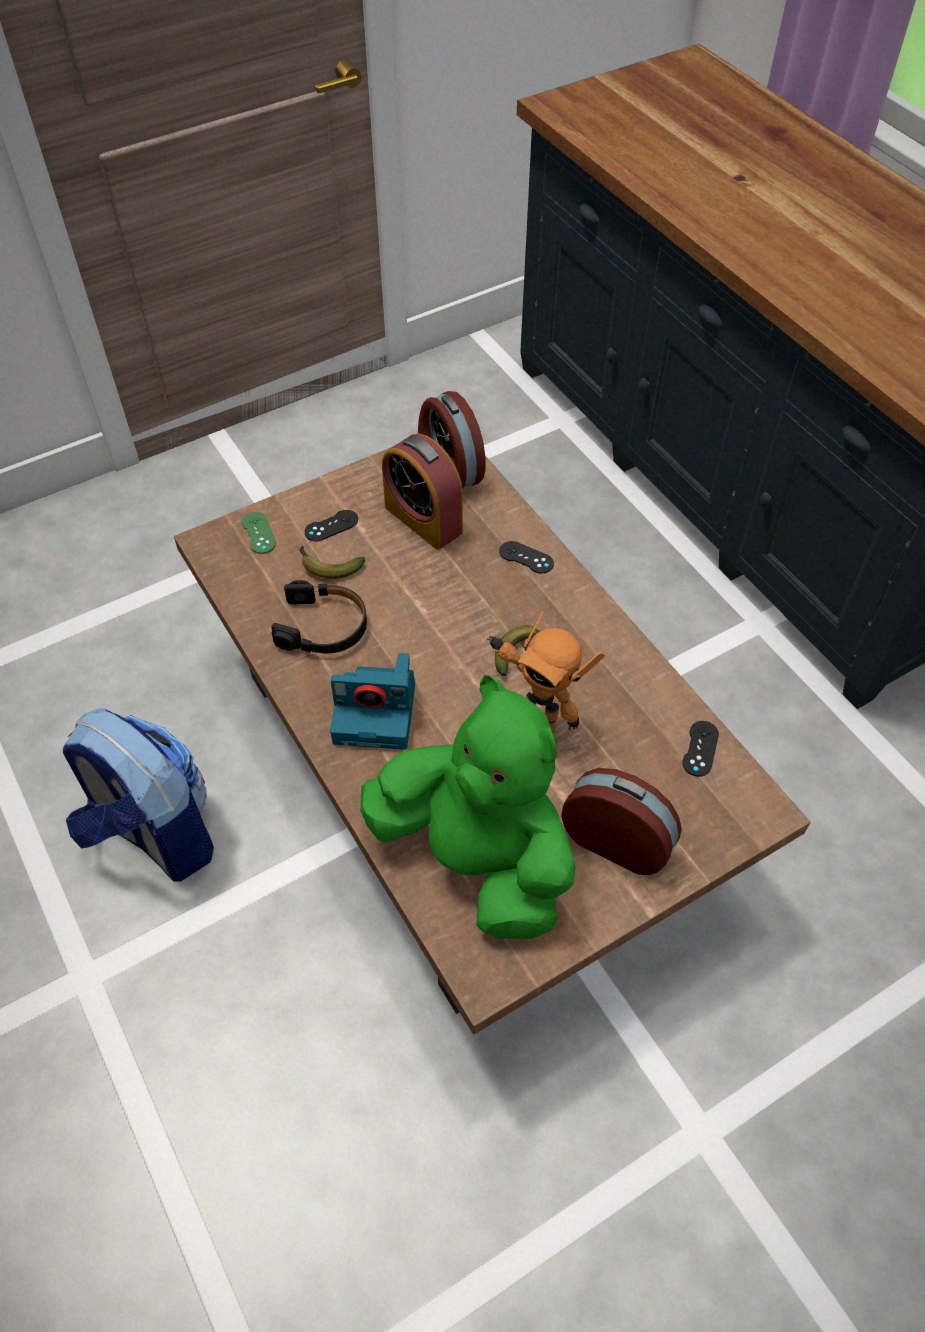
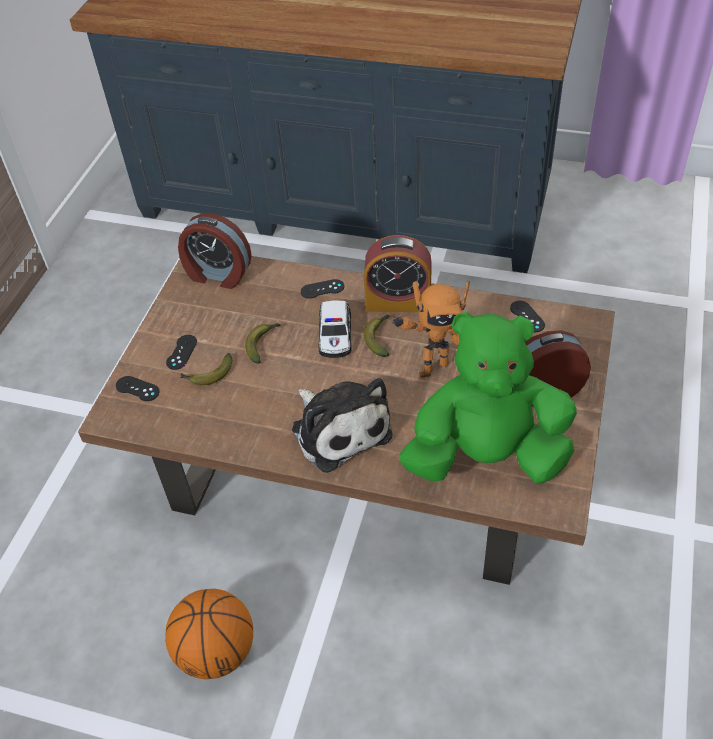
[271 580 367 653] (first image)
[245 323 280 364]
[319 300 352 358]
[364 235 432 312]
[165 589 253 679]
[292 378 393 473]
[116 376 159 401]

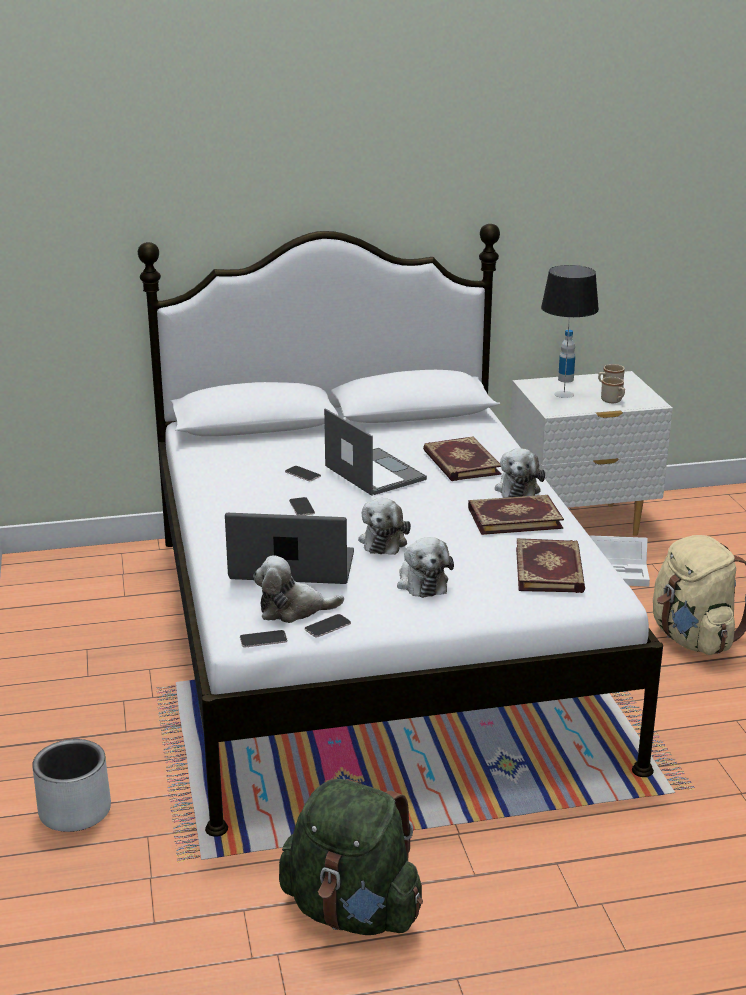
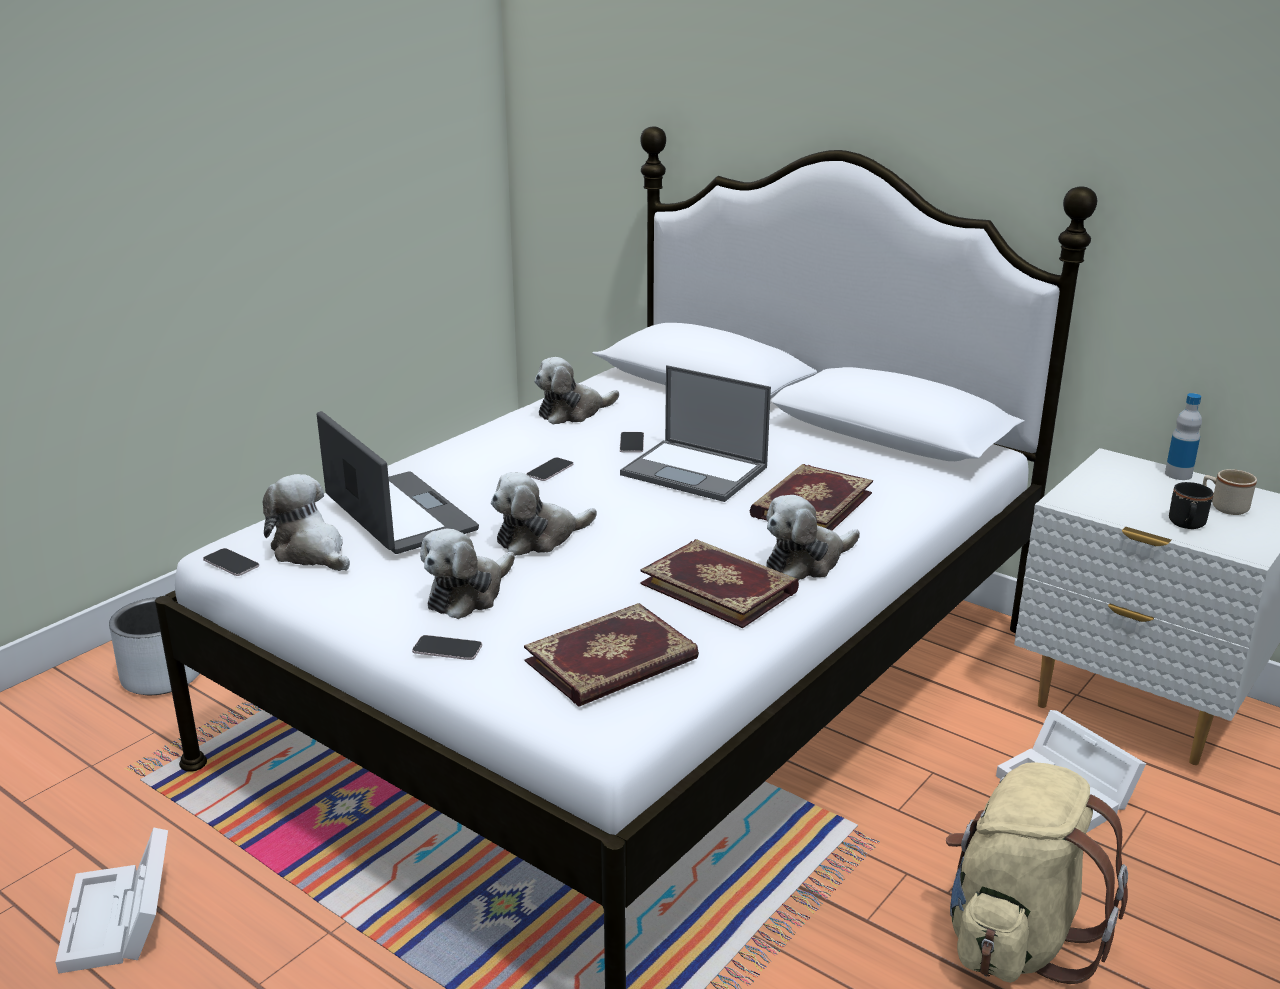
[541 265 599 398] (first image)
[535 357 619 424]
[412 635 482 660]
[55 828 168 974]
[1169 482 1213 529]
[620 365 771 502]

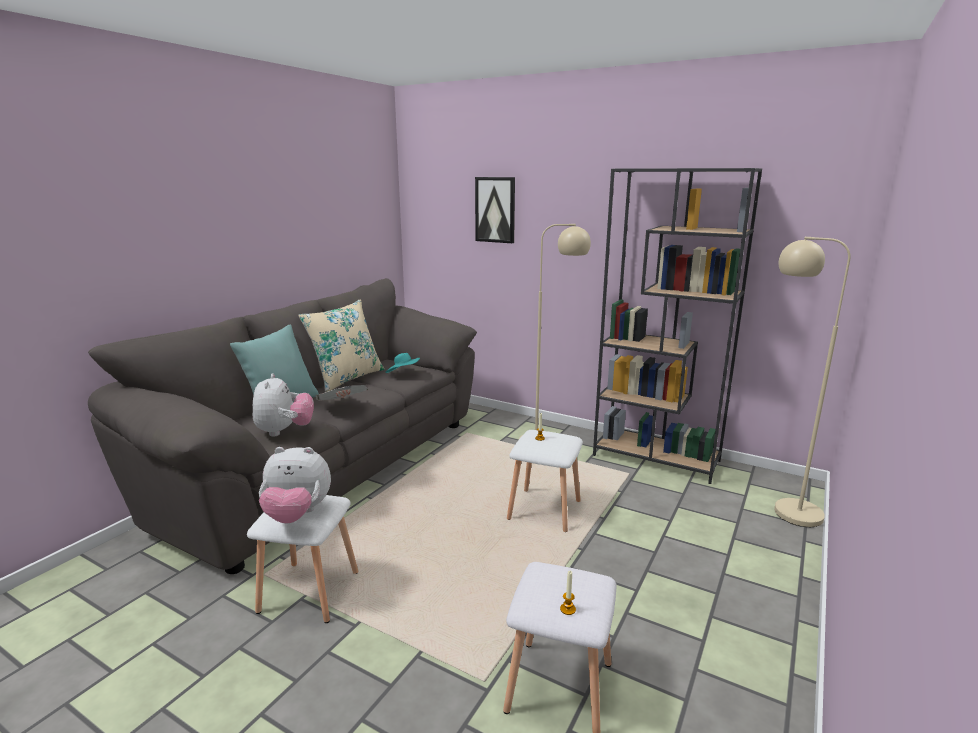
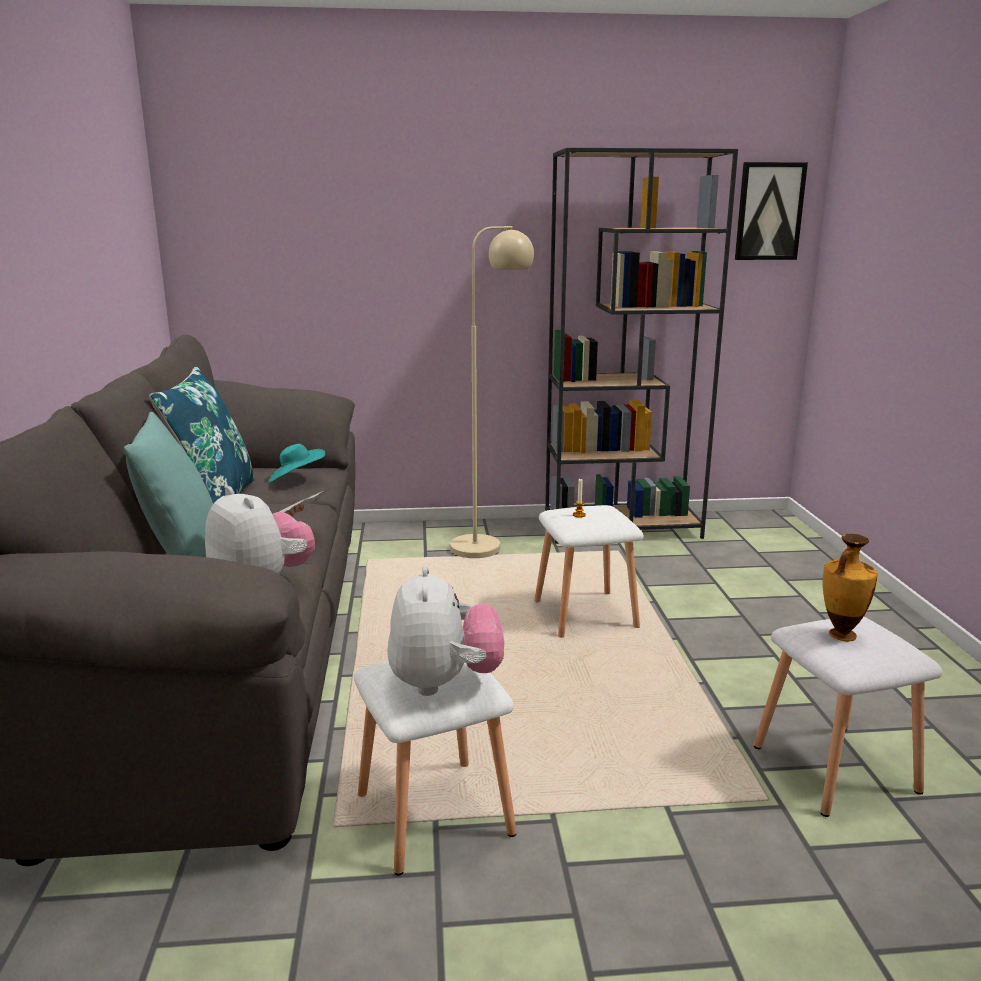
[560 571 576 615] (first image)
[774 237 851 527] (first image)
[823 534 878 641]
[735 162 808 260]
[149 366 255 504]
[387 566 504 696]

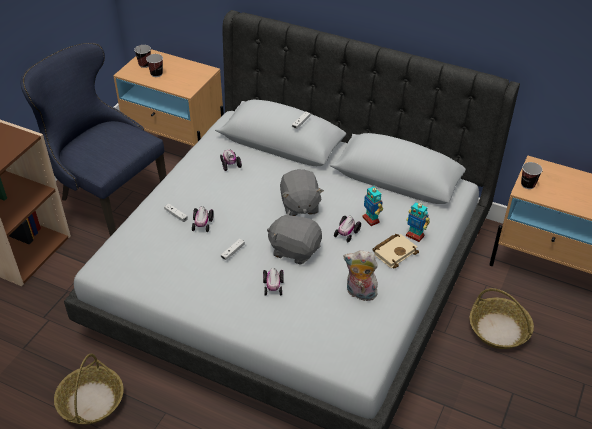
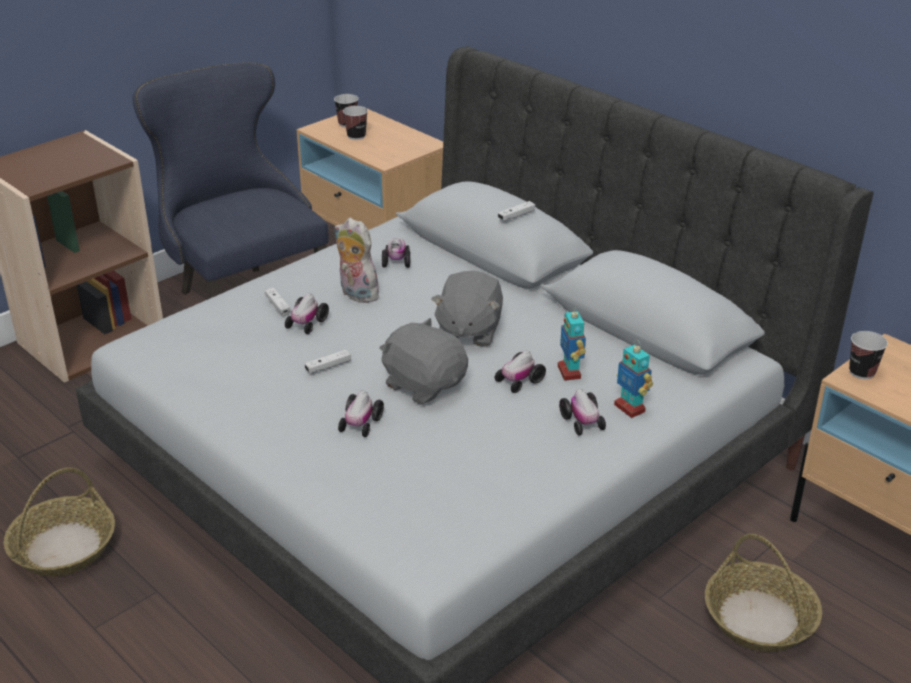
[334 218 384 303]
[559 389 606 436]

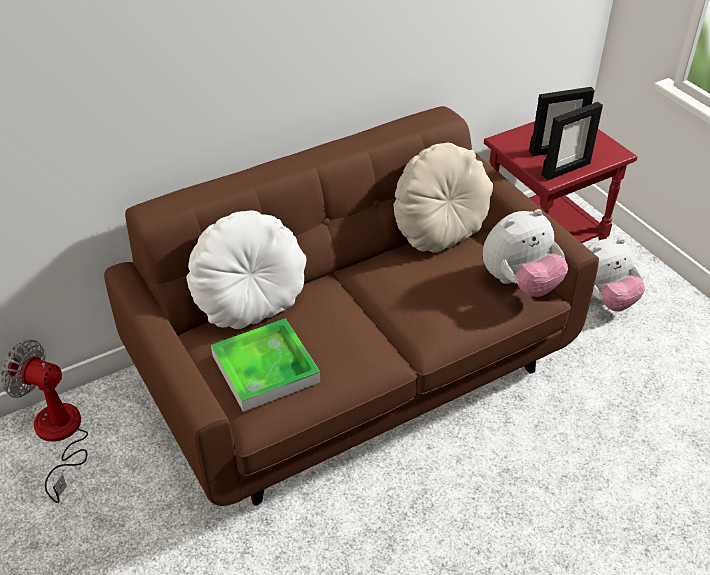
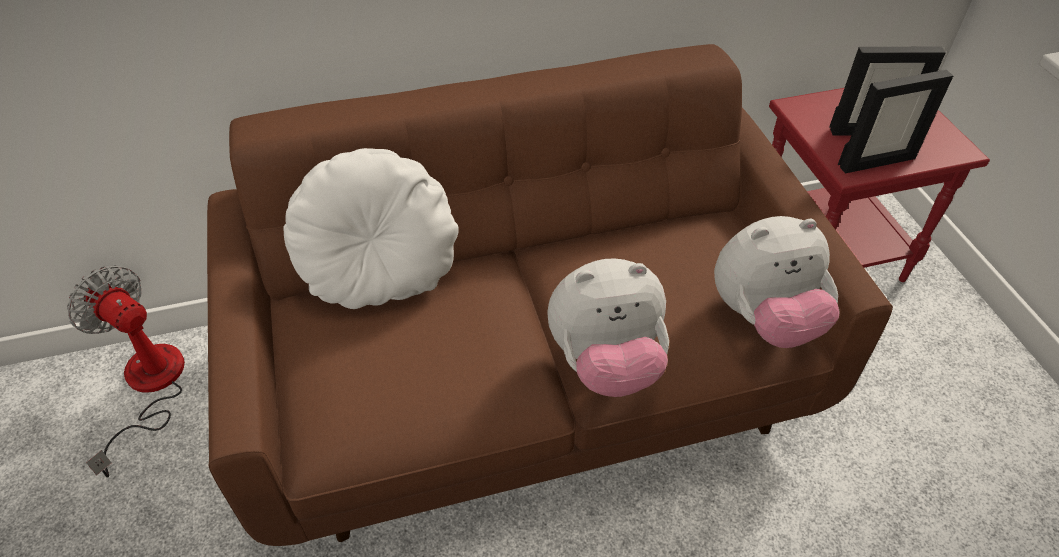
[211 318 320 412] (first image)
[393 143 493 253] (first image)
[547 258 669 397]

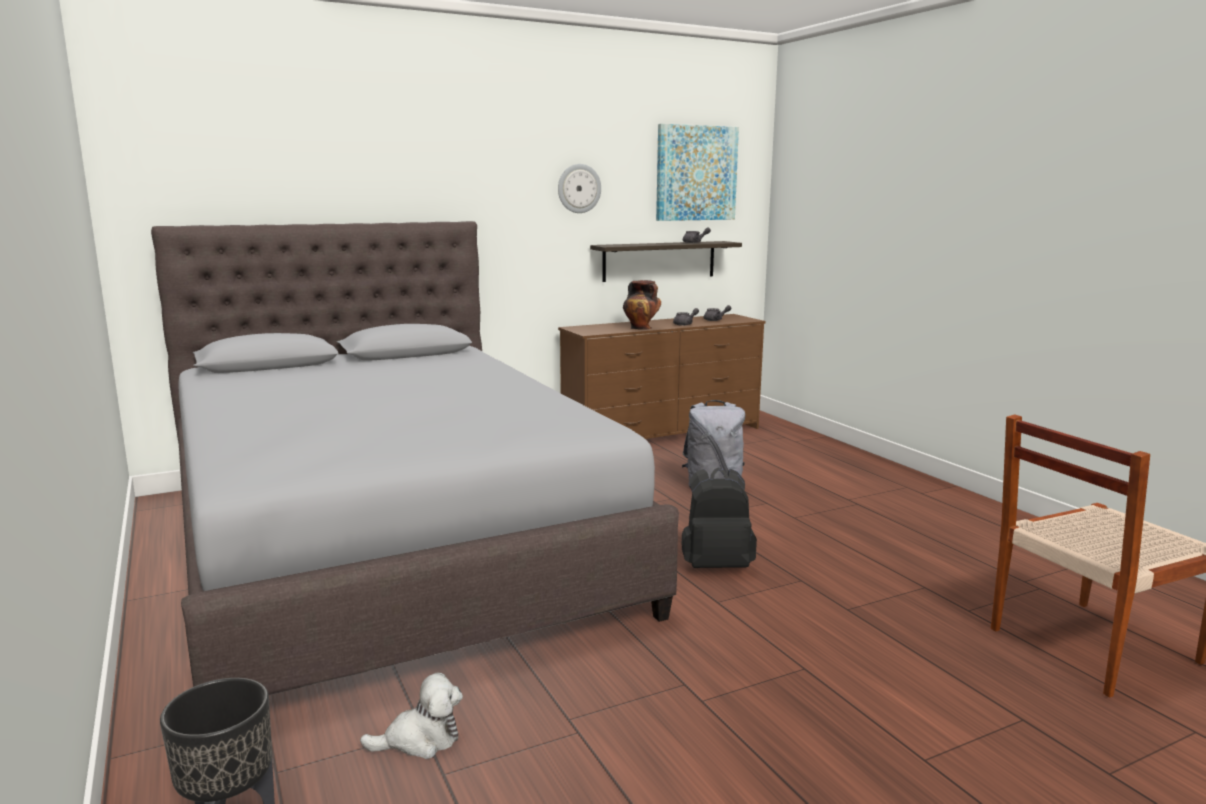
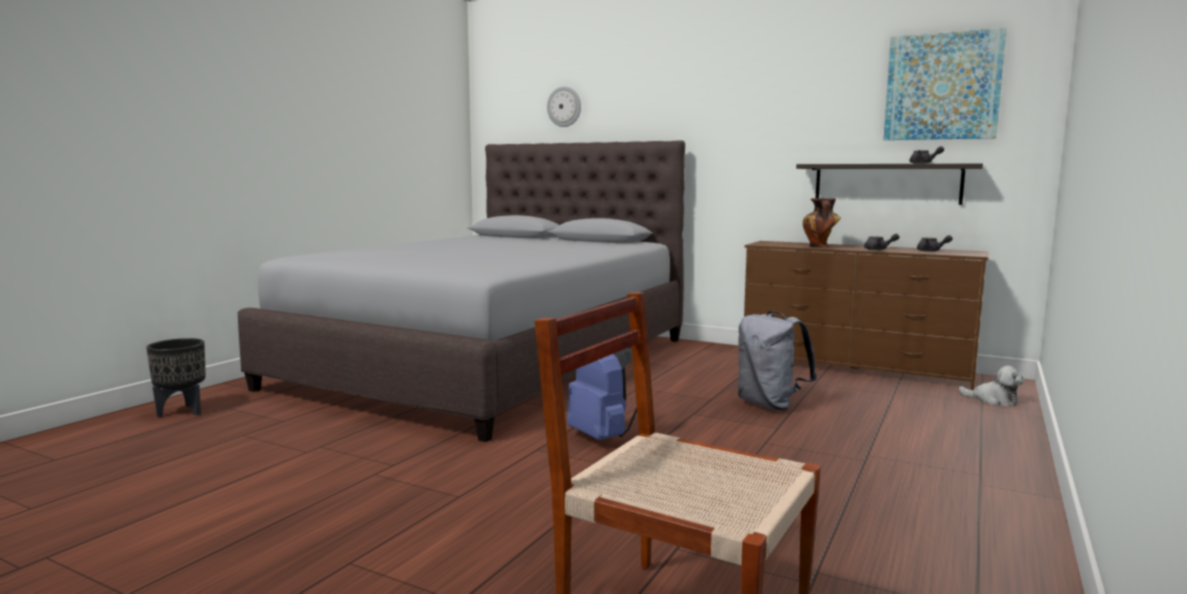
[959 366 1024 406]
[547 86 581 127]
[567 348 637 440]

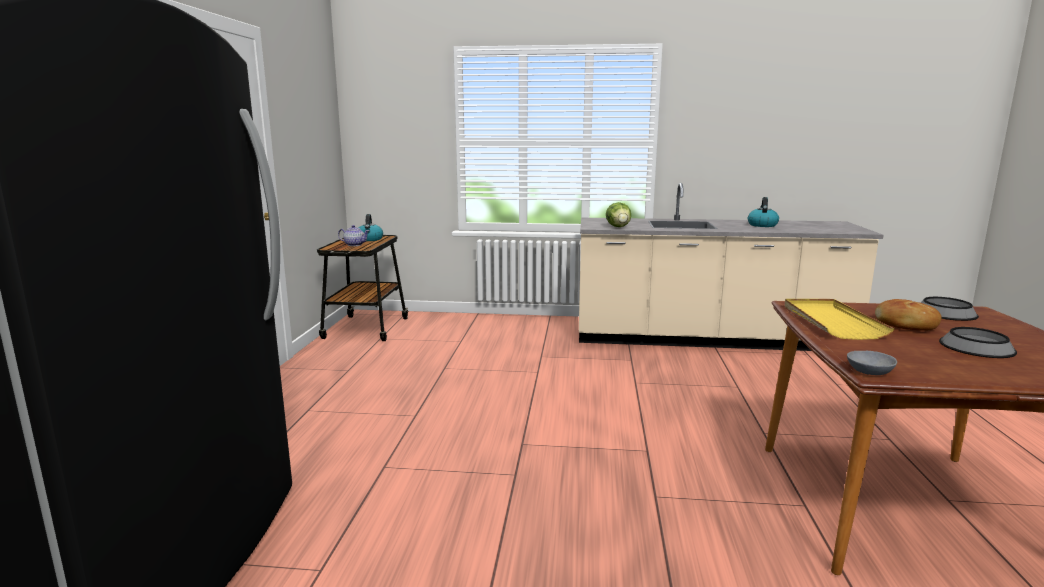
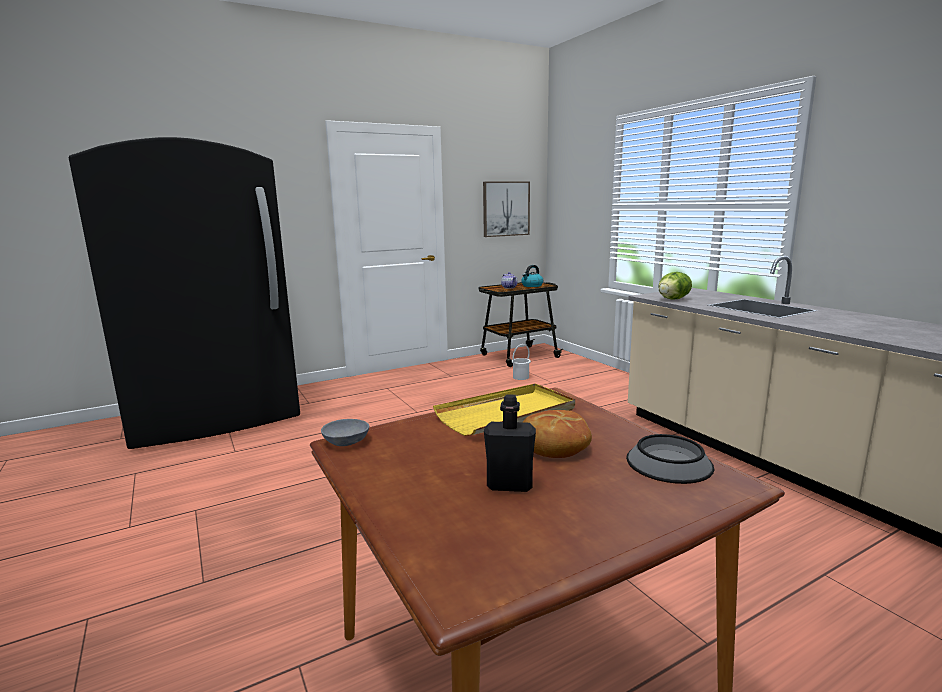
[748 197 779 227] (first image)
[483 182 530 237]
[512 344 531 380]
[484 394 536 492]

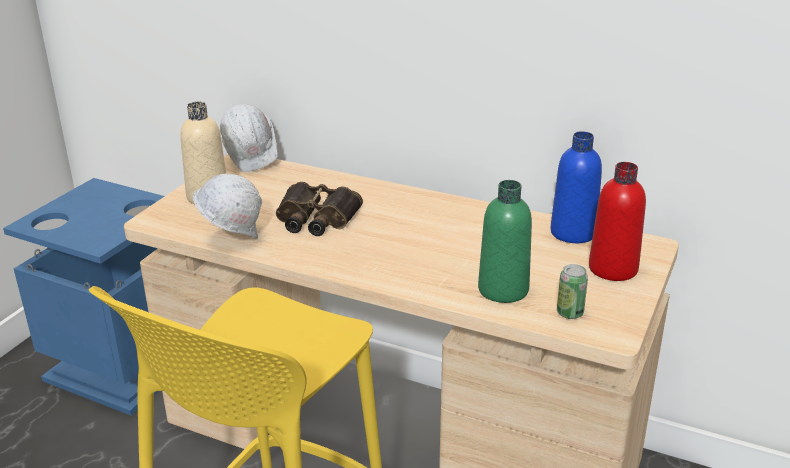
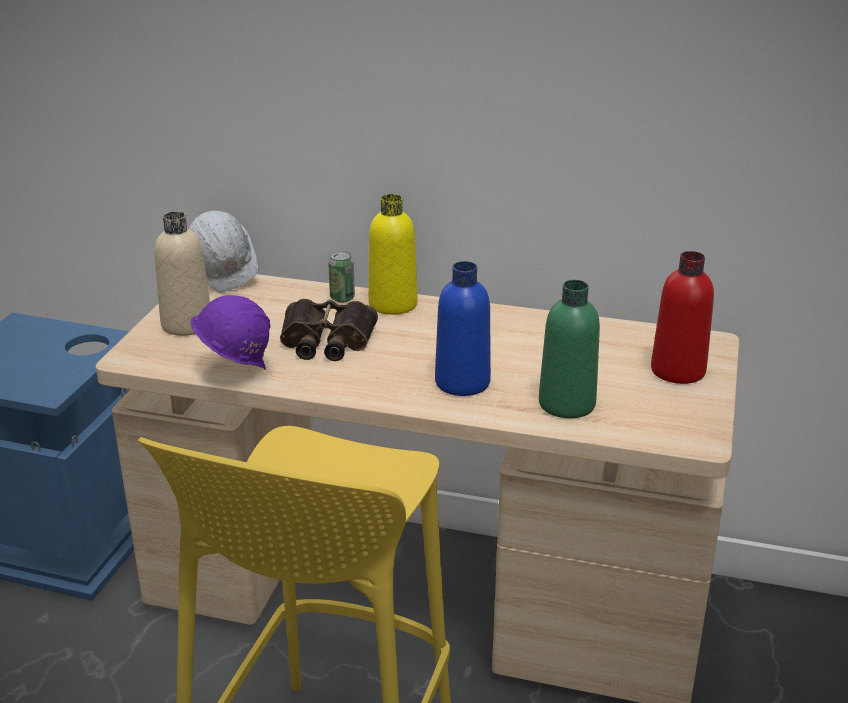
[368 194 418 315]
[435 261 491 396]
[328 251 355 302]
[190 295 271 370]

